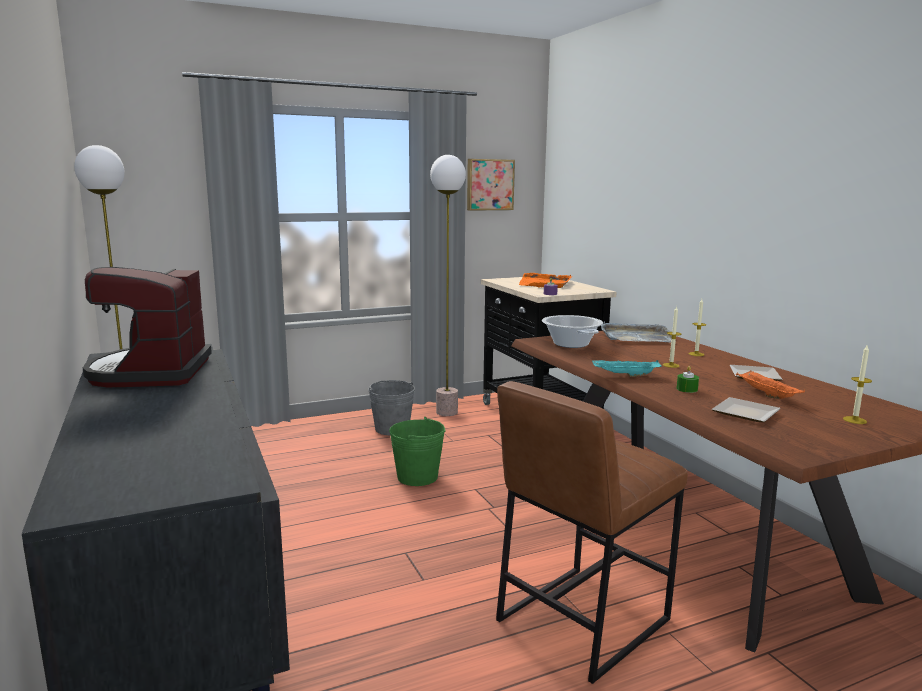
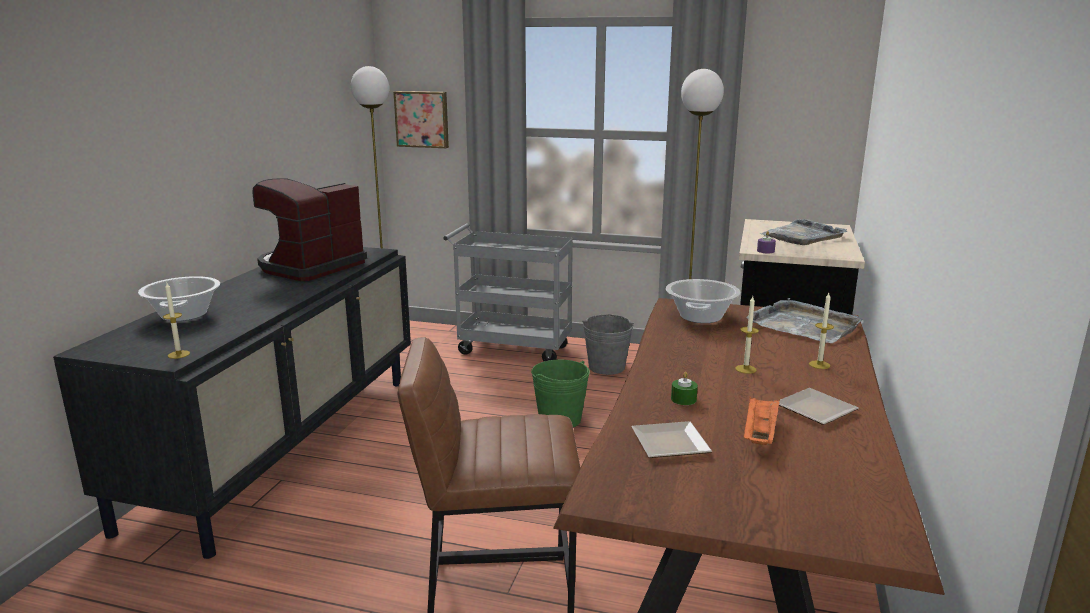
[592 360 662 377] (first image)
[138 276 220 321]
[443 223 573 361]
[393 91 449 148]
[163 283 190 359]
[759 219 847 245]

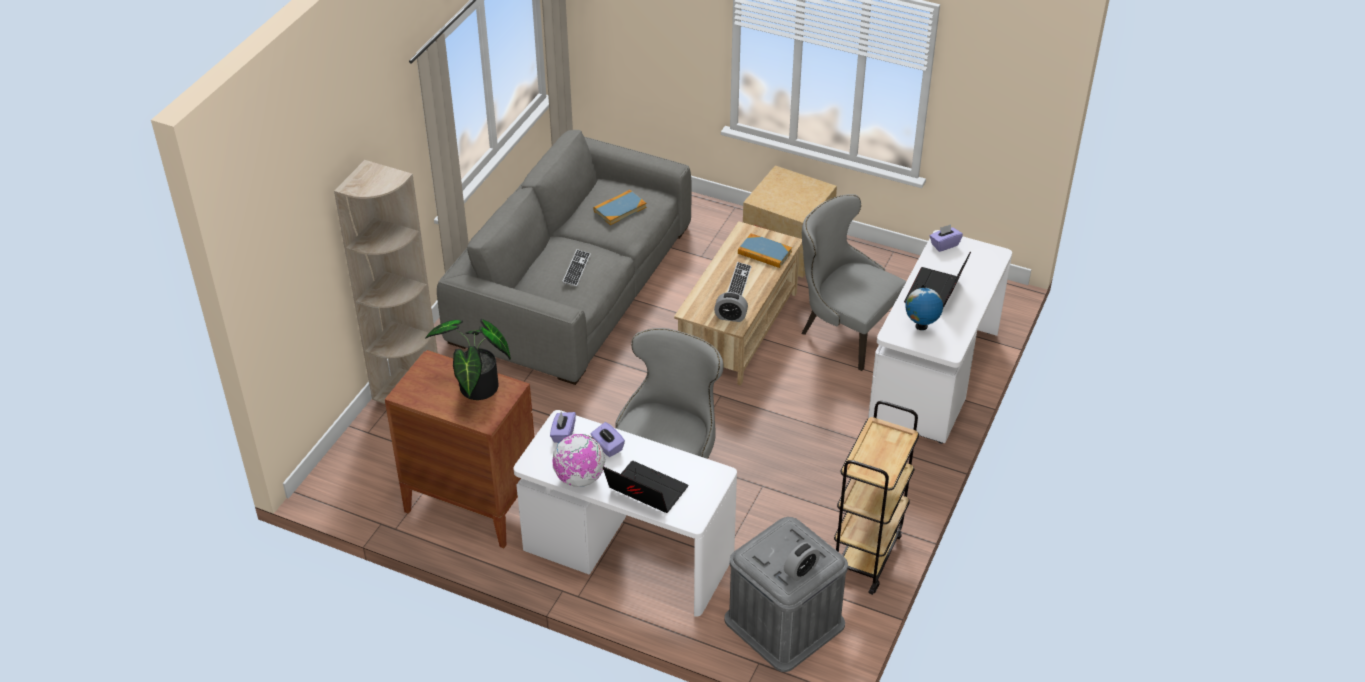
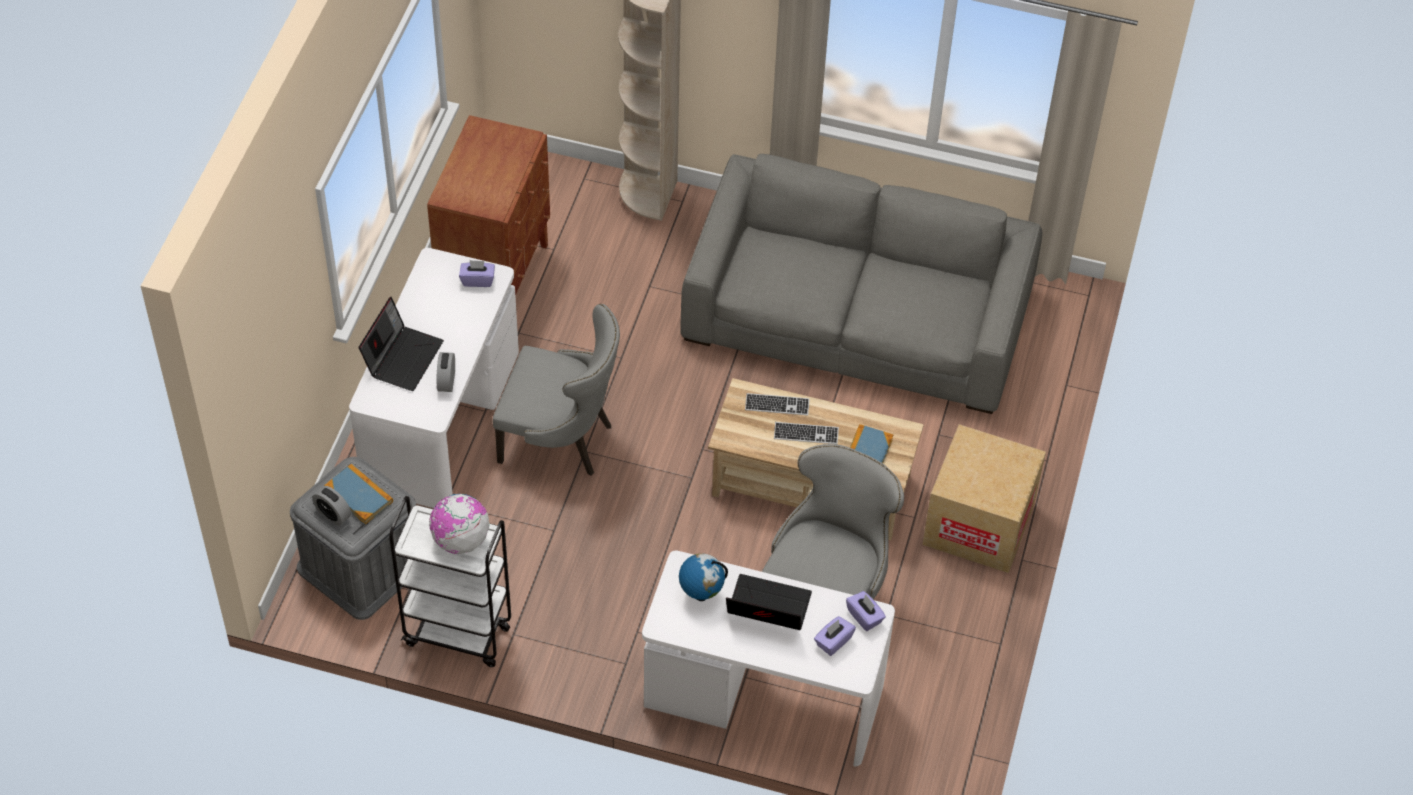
[425 319 511 400] (first image)
[429 494 490 554]
[745 393 810 415]
[814 616 856 656]
[324 464 393 525]
[437 352 455 392]
[390 496 511 667]

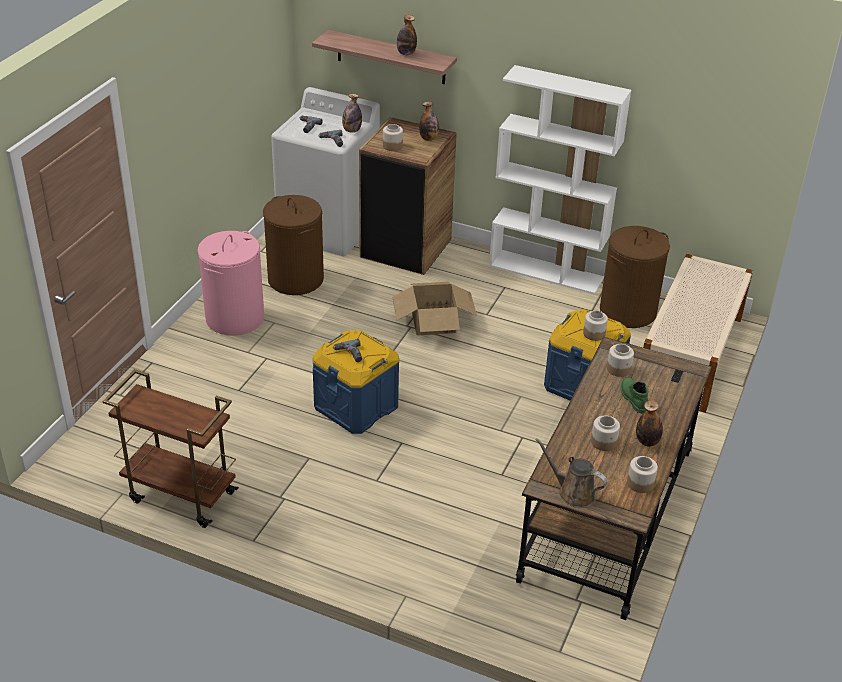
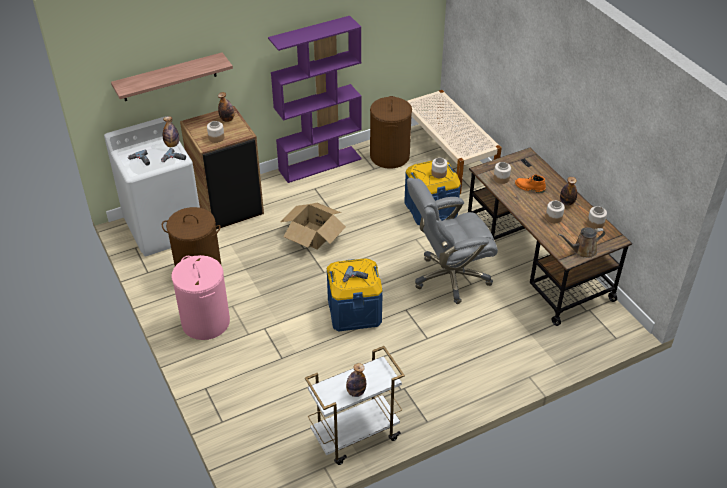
[407 178 498 304]
[346 363 366 397]
[305 346 405 465]
[268 16 362 183]
[515 174 546 193]

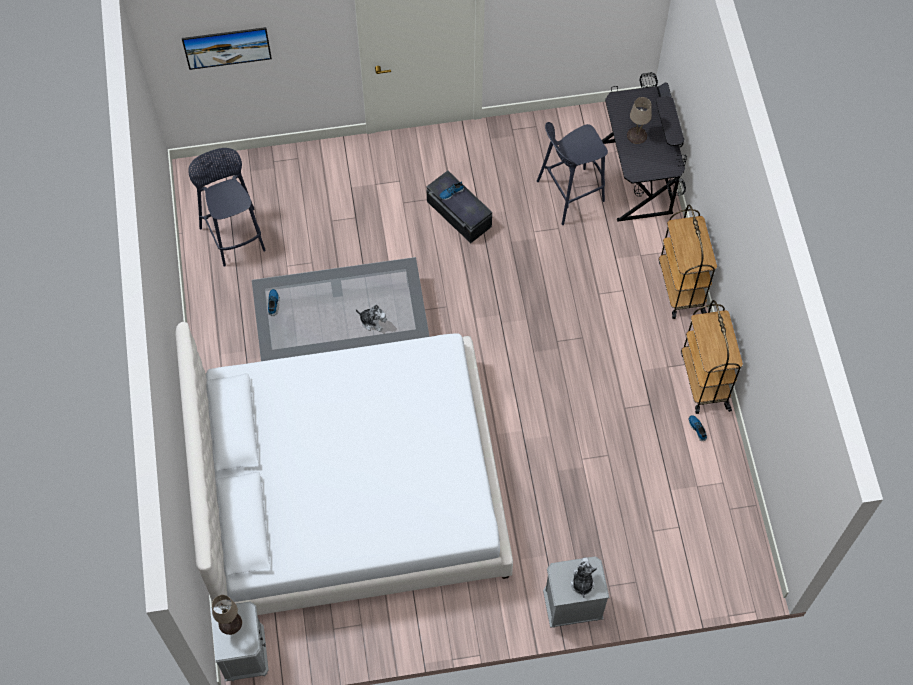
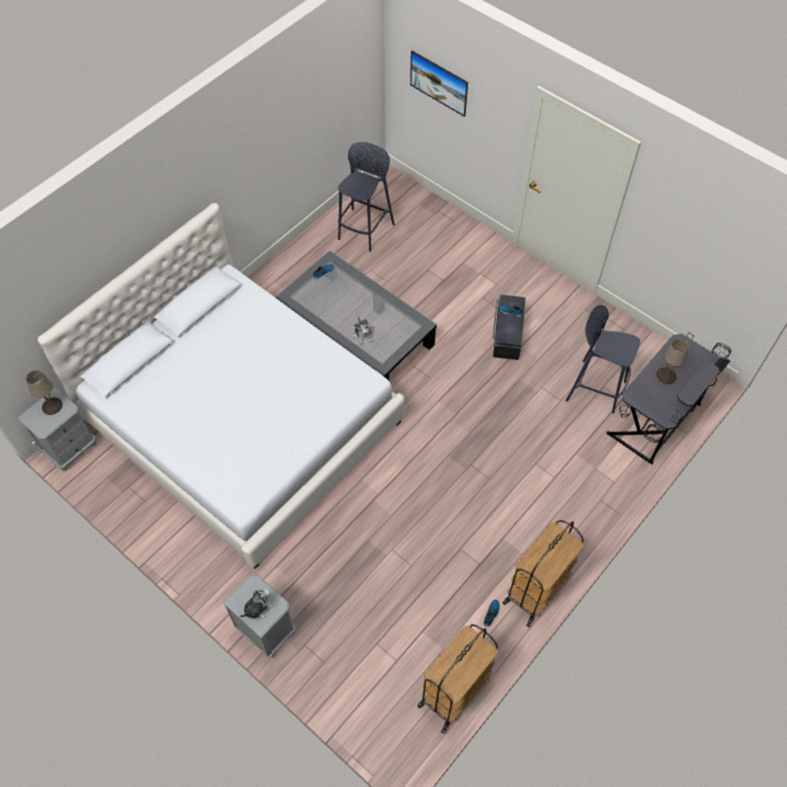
[417 624 498 734]

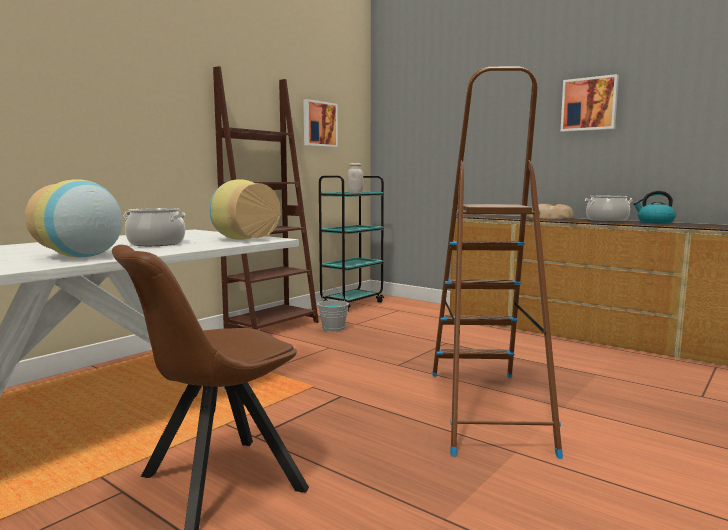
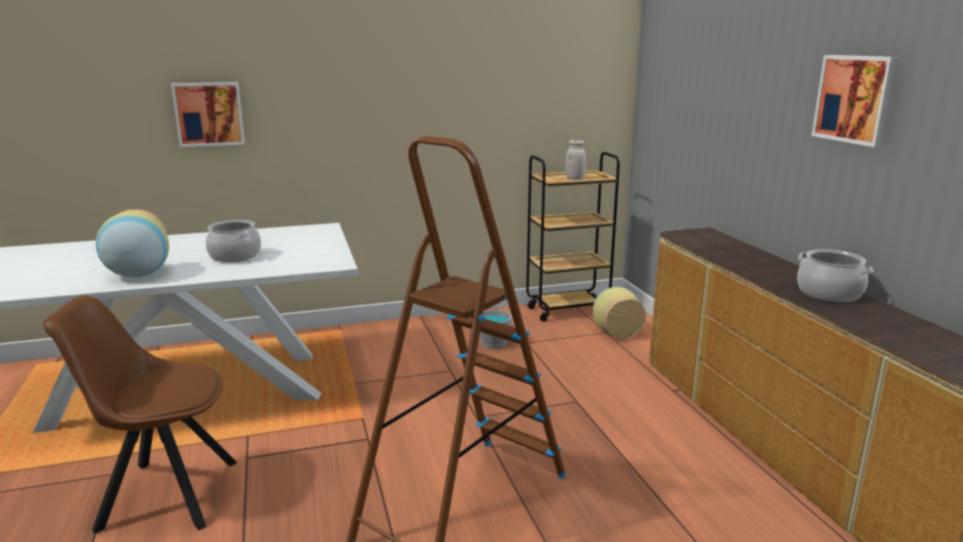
[213 66 319 330] (first image)
[527 204 574 220] (first image)
[633 191 676 224] (first image)
[593 287 646 339]
[171 82 245 147]
[526 152 620 322]

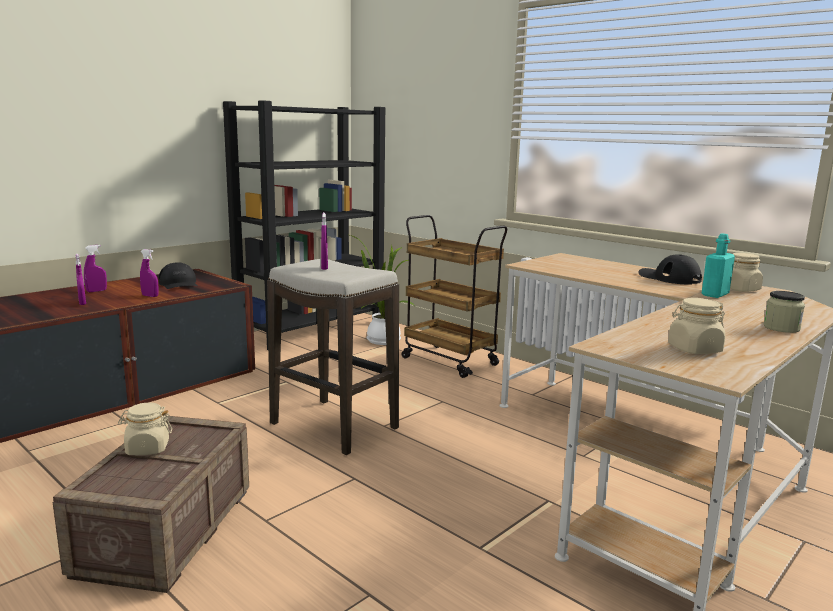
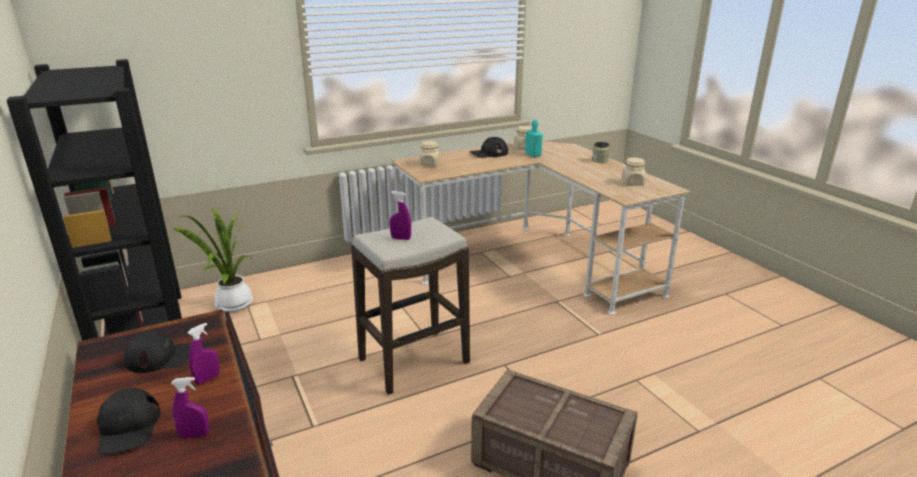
[401 215 507 378] (first image)
[419 141 440 166]
[97 388 161 453]

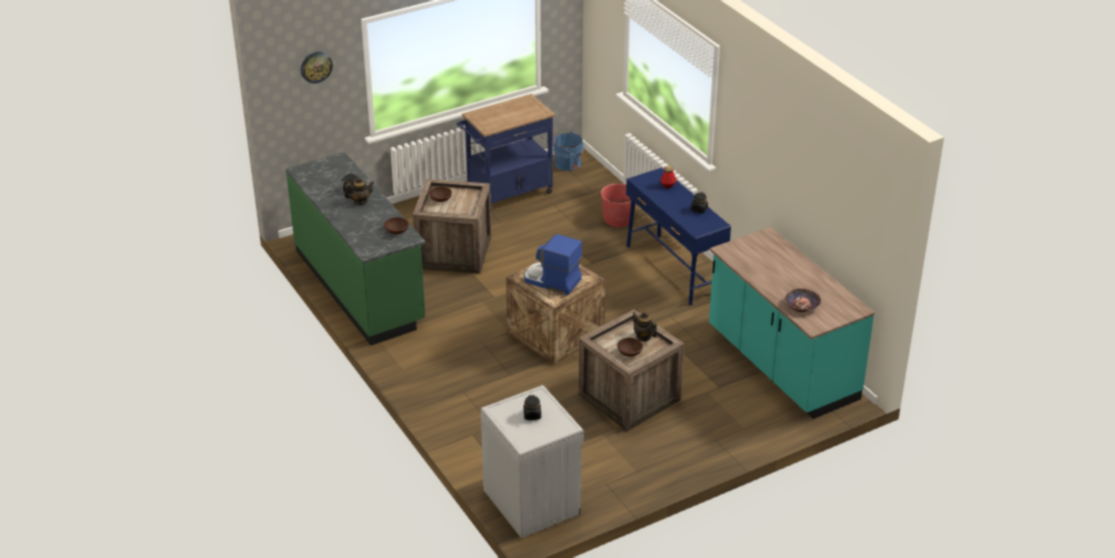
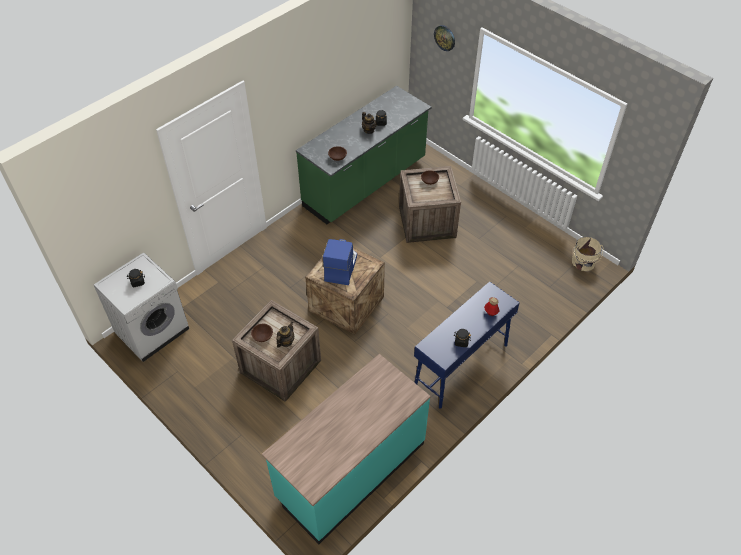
[457 94 555 207] (first image)
[599 183 636 227] (first image)
[785 288 822 312] (first image)
[572 237 603 271]

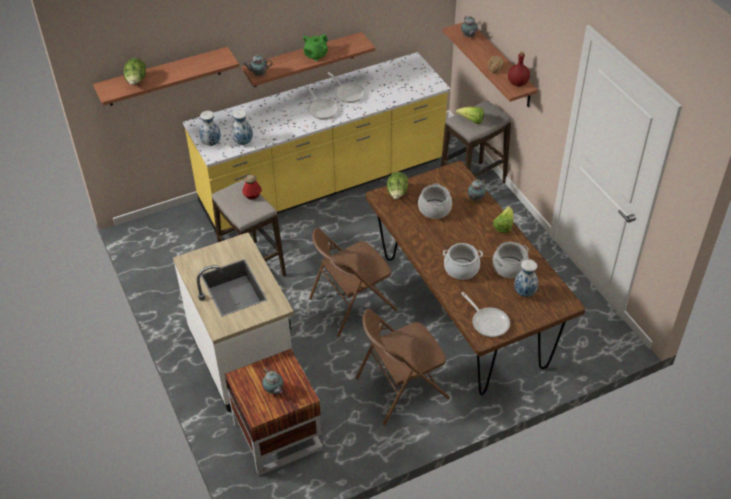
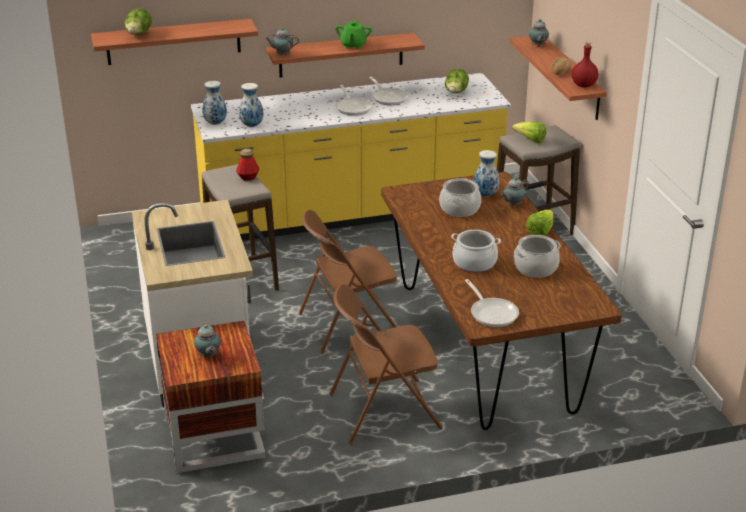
[445 68 469 93]
[473 150 500 197]
[335 20 372 49]

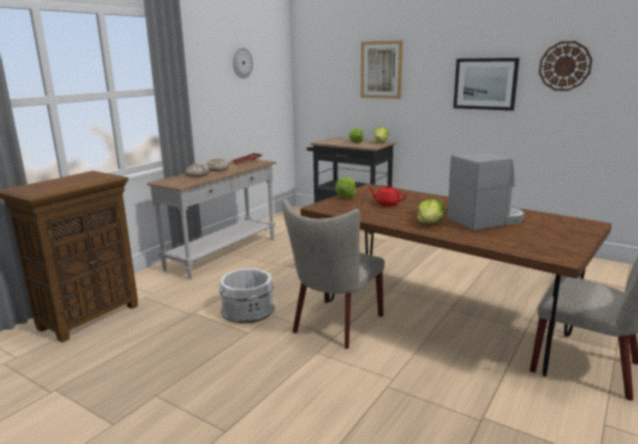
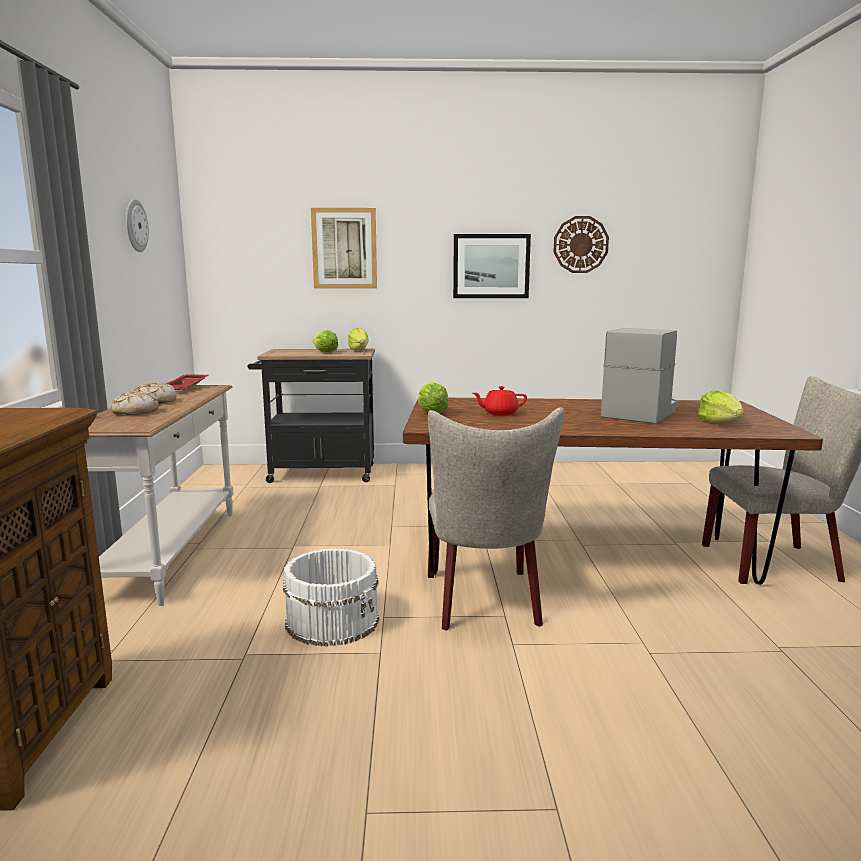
[698 391 744 423]

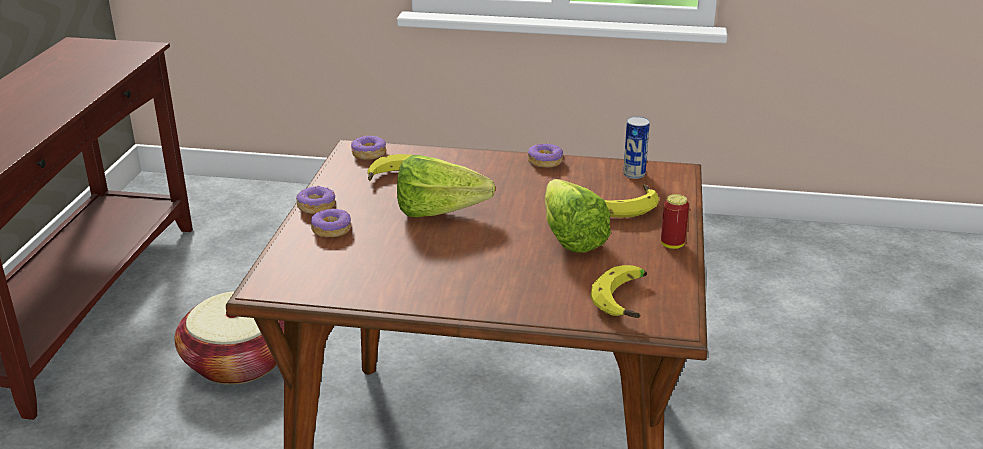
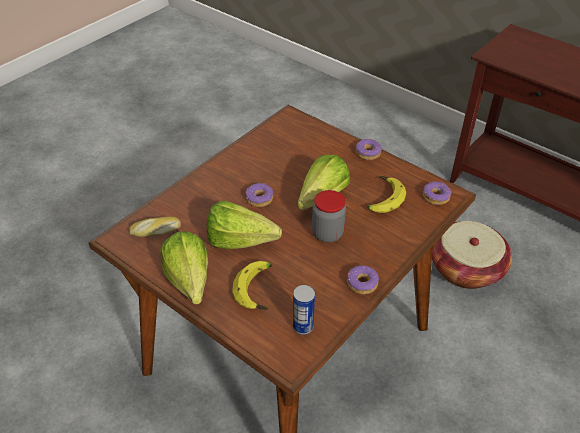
[312 190 346 242]
[245 183 273 207]
[129 217 181 237]
[160 231 208 305]

